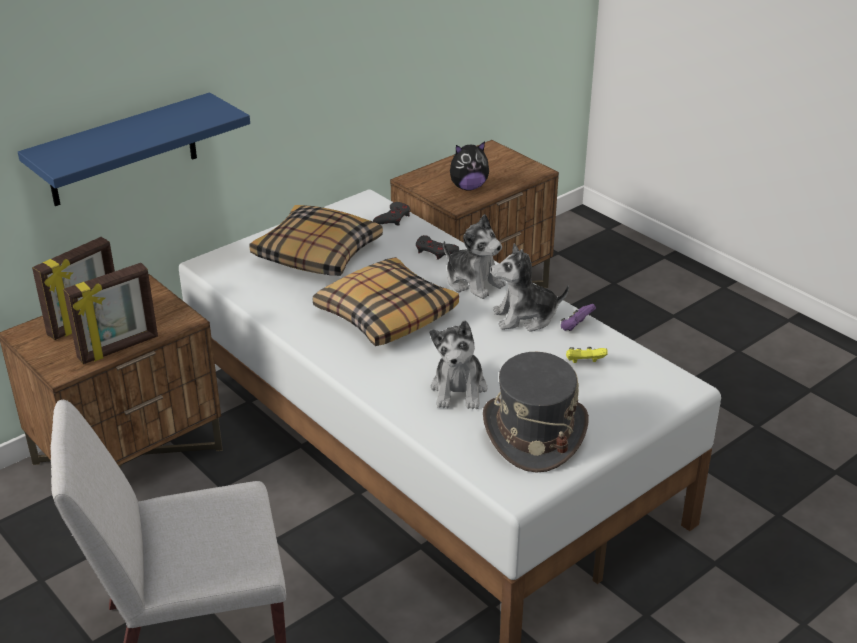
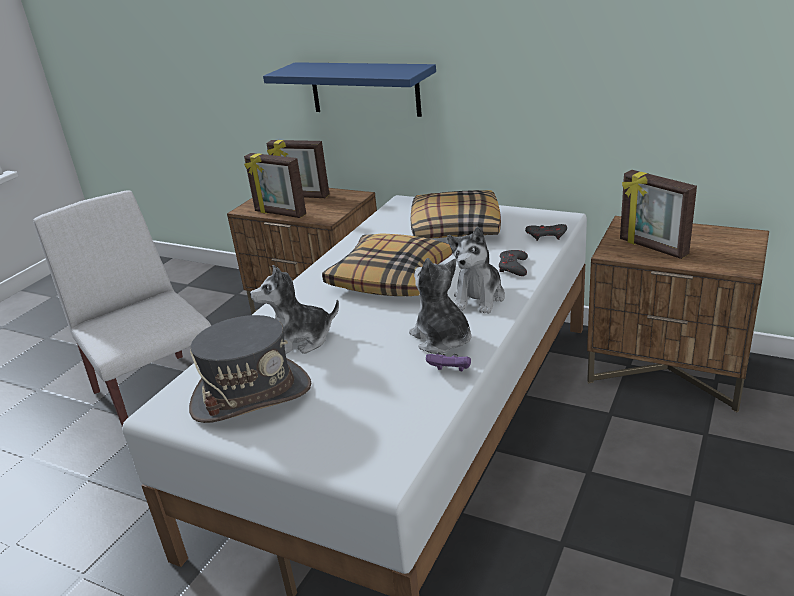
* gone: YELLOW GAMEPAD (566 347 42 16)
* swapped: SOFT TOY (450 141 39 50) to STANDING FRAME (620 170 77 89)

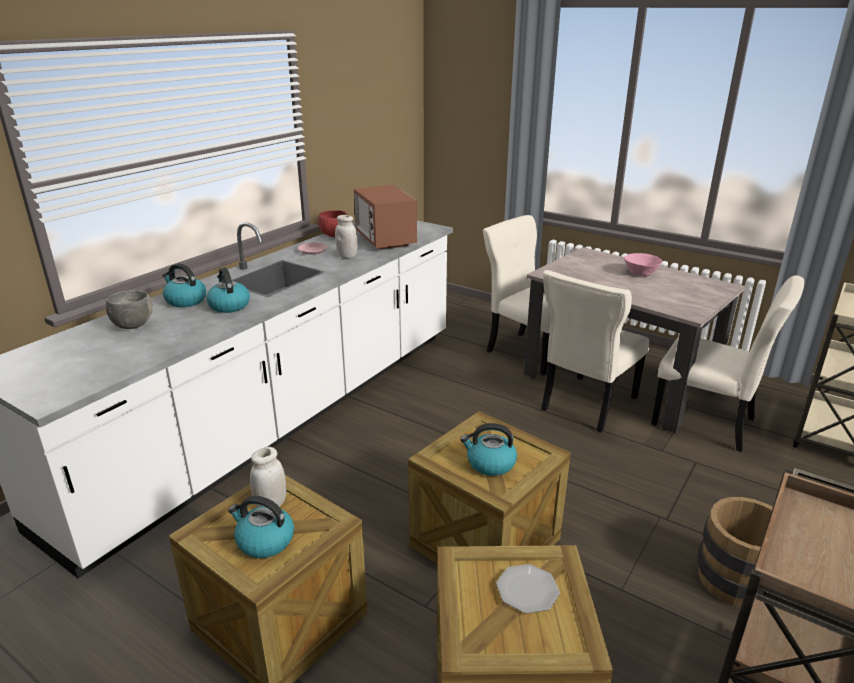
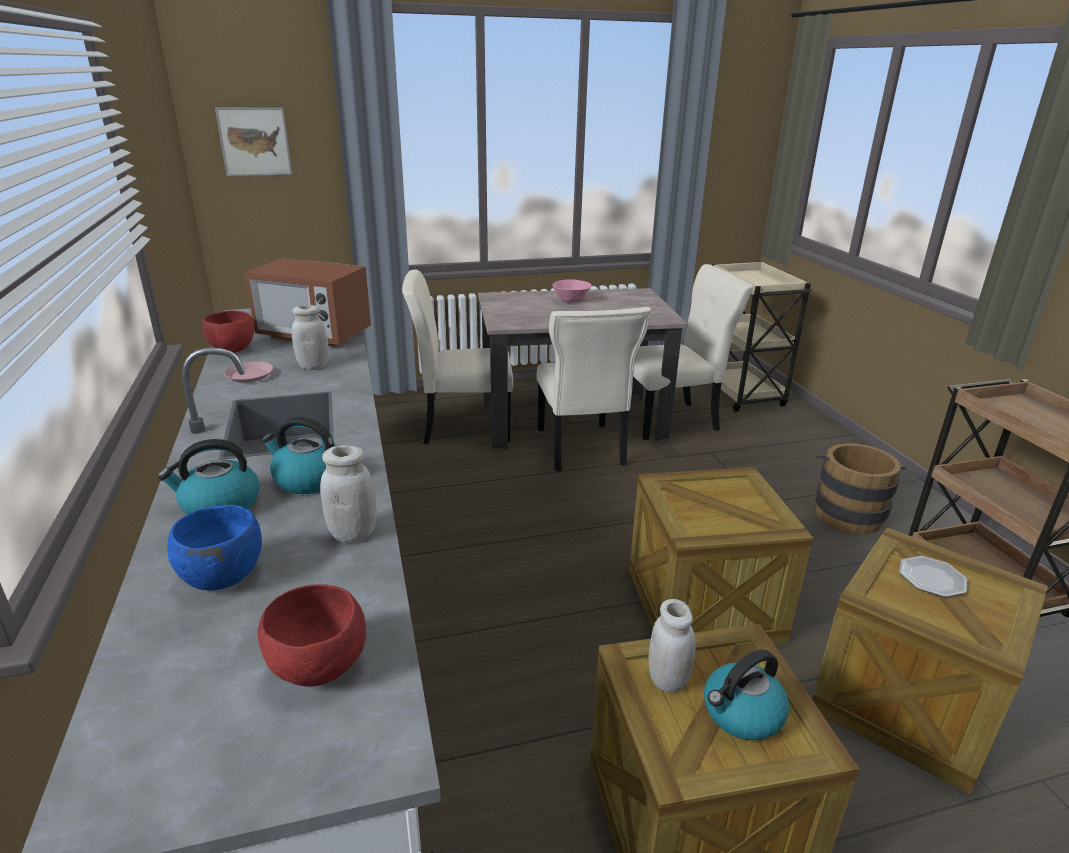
* gone: TEA KETTLE (460 423 57 53)
* new: PICTURE (215 108 77 68)
* new: REDDISH SERVING BOWL (258 584 108 103)
* new: WHITISH JAR (320 445 57 98)
* repainted: GREY SERVING BOWL (106 290 47 39) to BLUISH SERVING BOWL (167 505 95 85)

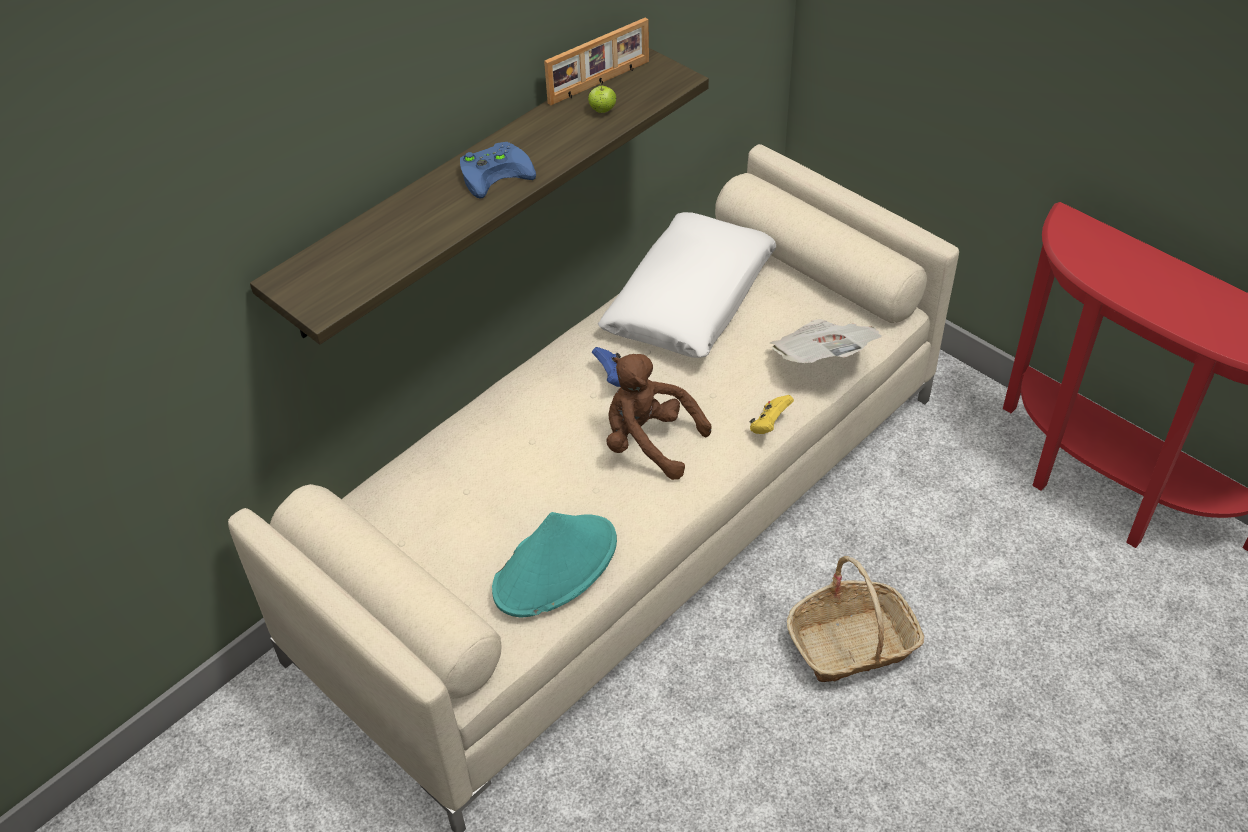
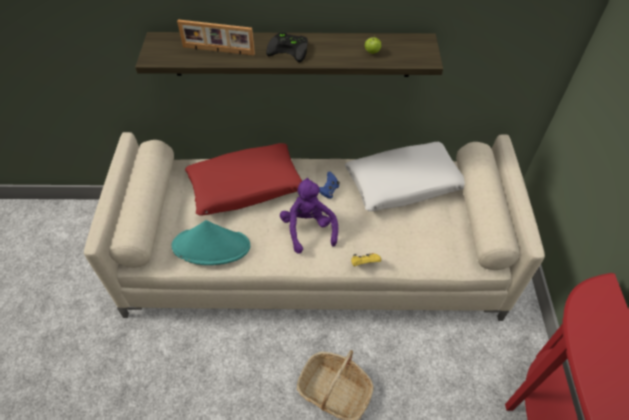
* gone: NEWSPAPER (770 319 112 44)
* new: REDDISH PILLOW (185 143 117 73)
* shifted: STANDING FRAME (544 17 105 89) to (177 20 78 36)
* repainted: BLUISH GAMEPAD (460 142 76 57) to BLACK-COLOURED GAMEPAD (266 32 42 30)
* repainted: BROWN-COLOURED SOFT TOY (606 354 106 126) to PURPLISH SOFT TOY (280 178 58 76)

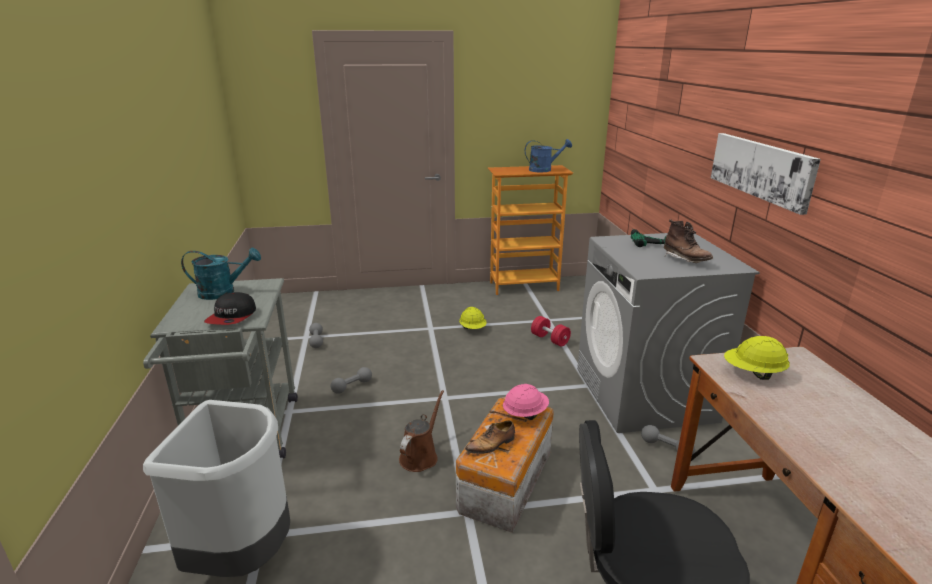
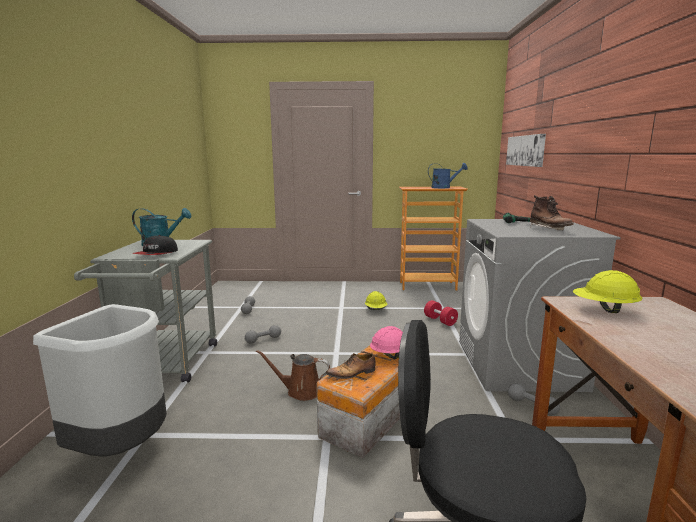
* shifted: PICTURE (711 133 110 82) to (506 134 40 33)
* rotated: BROWN-COLOURED SPRINKLING CAN (399 390 45 82) = (255 350 75 51) 120 degrees counterclockwise

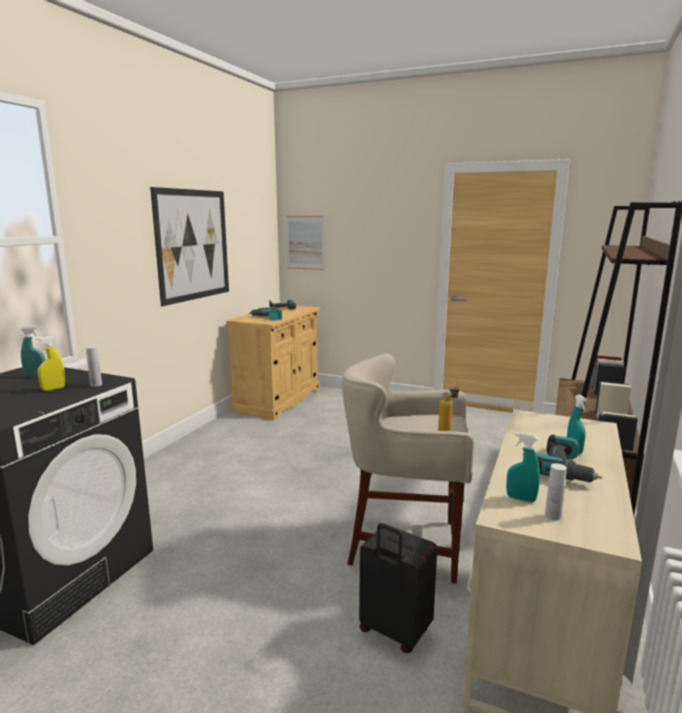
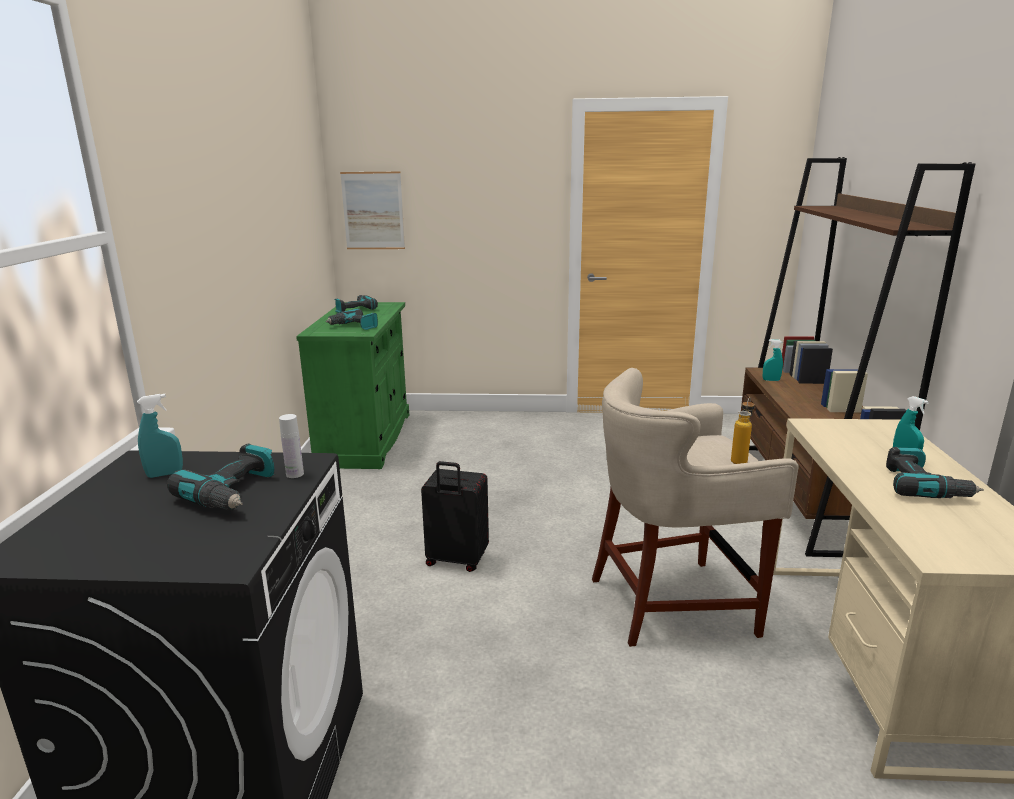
* gone: PICTURE (150 187 79 119)
* gone: WHITISH DRINK BOTTLE (545 463 22 57)
* shifted: BLACK-COLOURED TRAVEL CASE (359 523 78 130) to (421 461 68 111)
* shifted: TURQUOISE-COLOURED SPRAY BOTTLE (506 432 34 70) to (762 339 21 42)
* swapped: YELLOW SPRAY BOTTLE (36 336 30 55) to ELECTRIC DRILL (167 443 108 68)
* repainted: BEIGE STORAGE CABINET (226 306 95 114) to GREEN-COLOURED STORAGE CABINET (296 302 113 167)

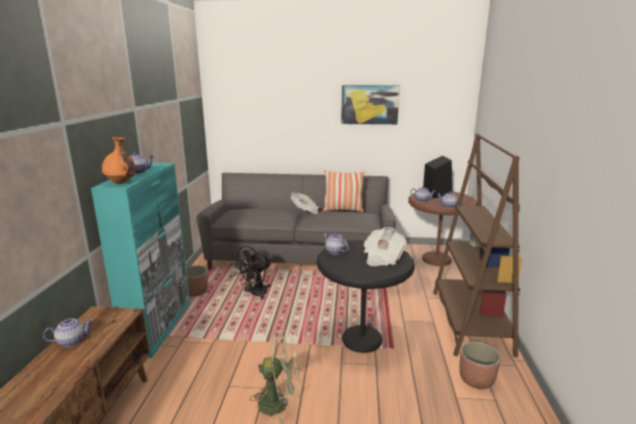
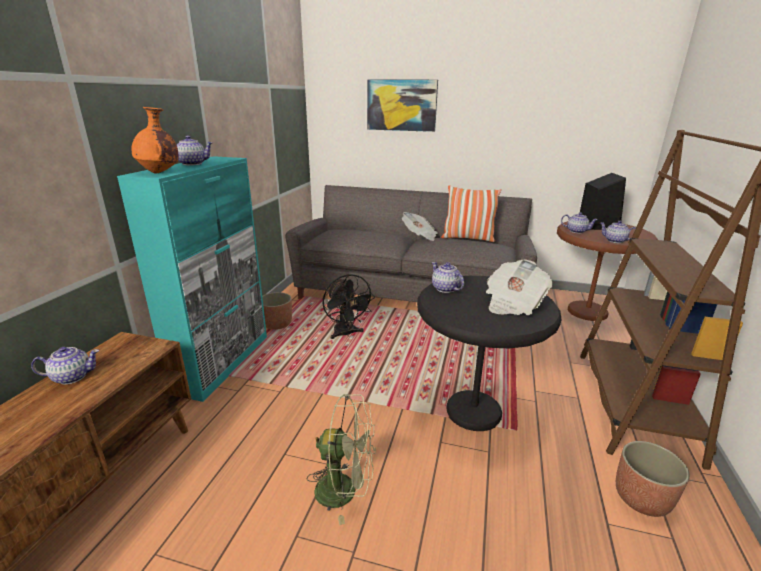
* shifted: PICTURE (341 85 59 40) to (367 79 71 53)
* rotated: BLACK-COLOURED COOLING FAN (232 246 41 54) = (323 274 52 65) 75 degrees counterclockwise

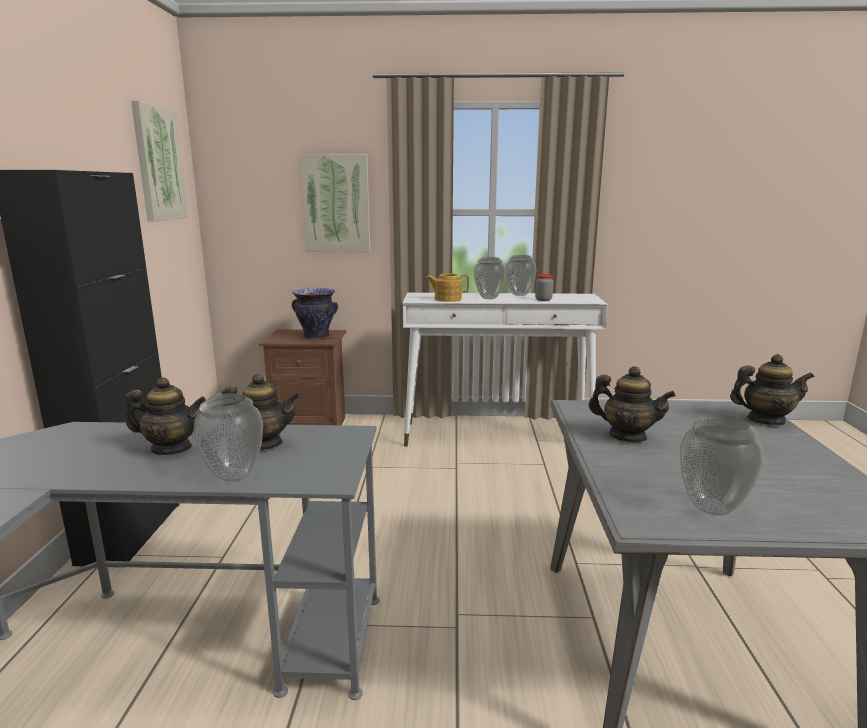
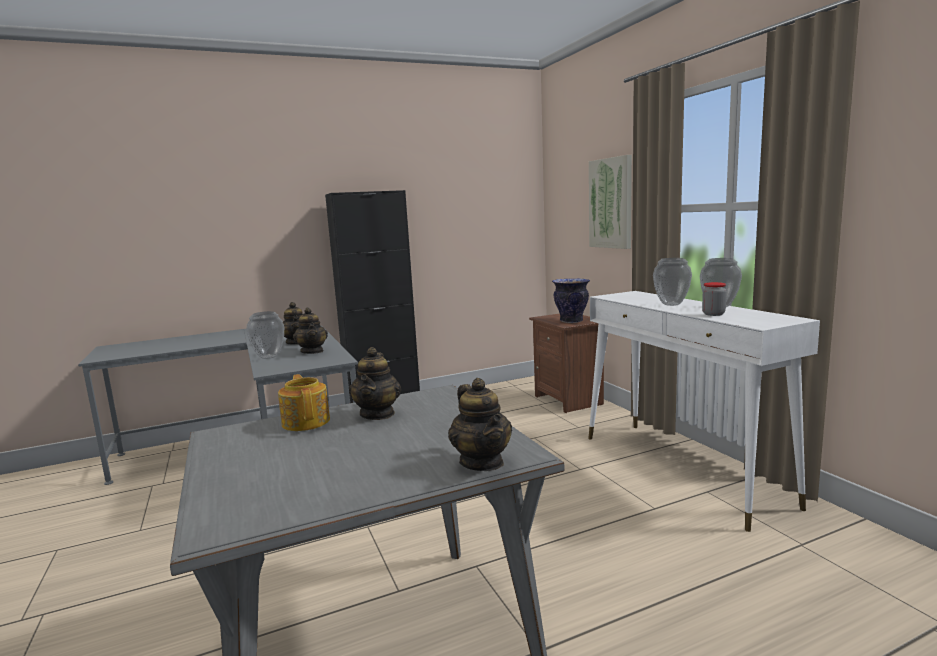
* gone: PICTURE (131 101 57 121)
* gone: VASE (680 414 84 101)
* shifted: TEA POT (426 274 43 28) to (278 374 52 57)

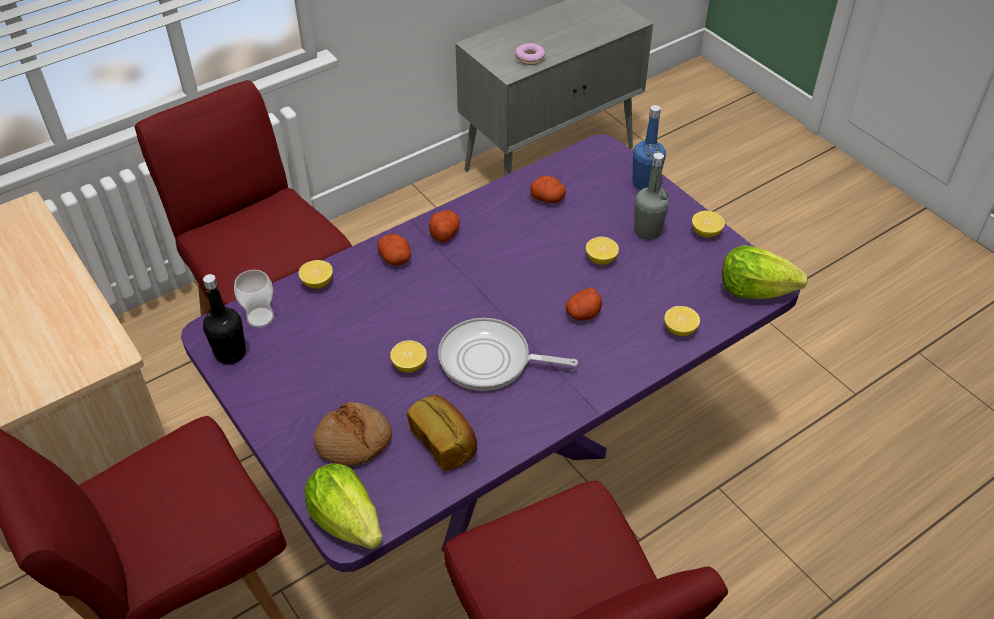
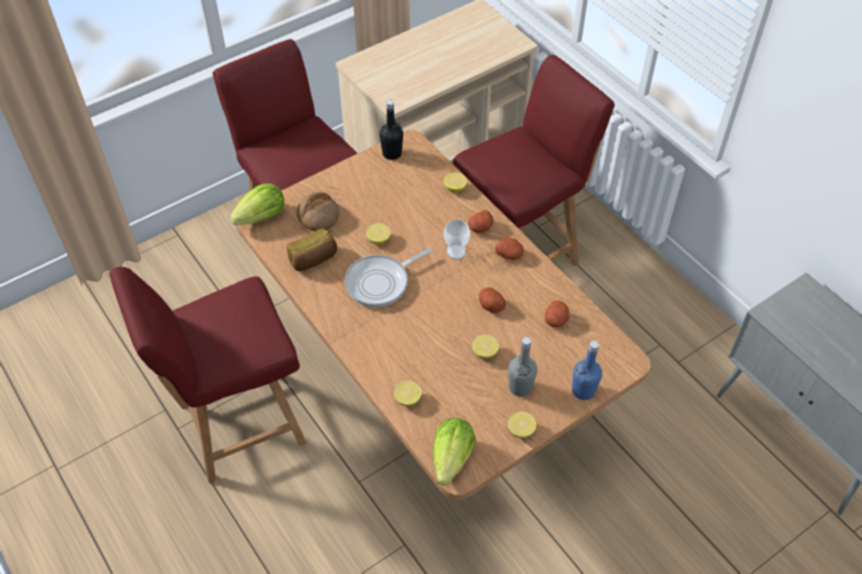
* gone: RING DOUGHNUT (515 43 30 22)
* shifted: DRINKING CUP (234 270 40 57) to (444 220 26 40)
* shifted: SPUD (565 288 37 33) to (479 288 27 25)
* repainted: PURPLISH DINING TABLE (181 134 619 438) to BROWN-COLOURED DINING TABLE (236 130 415 370)
* rotated: PAN (438 318 140 73) = (345 248 87 59) 135 degrees counterclockwise

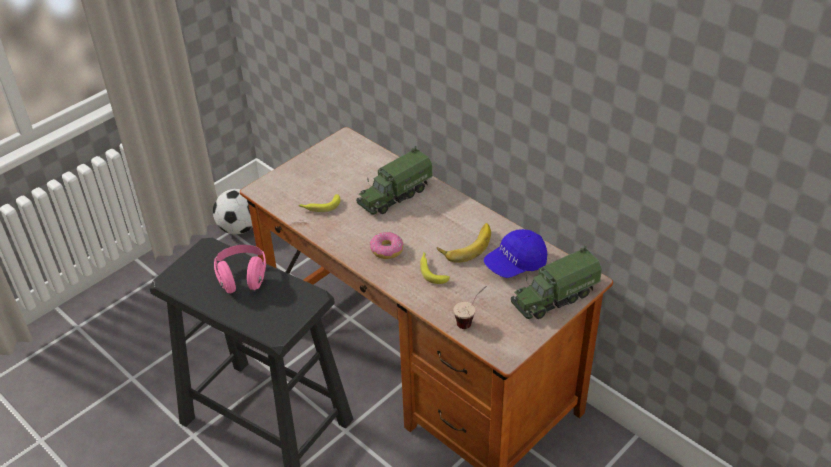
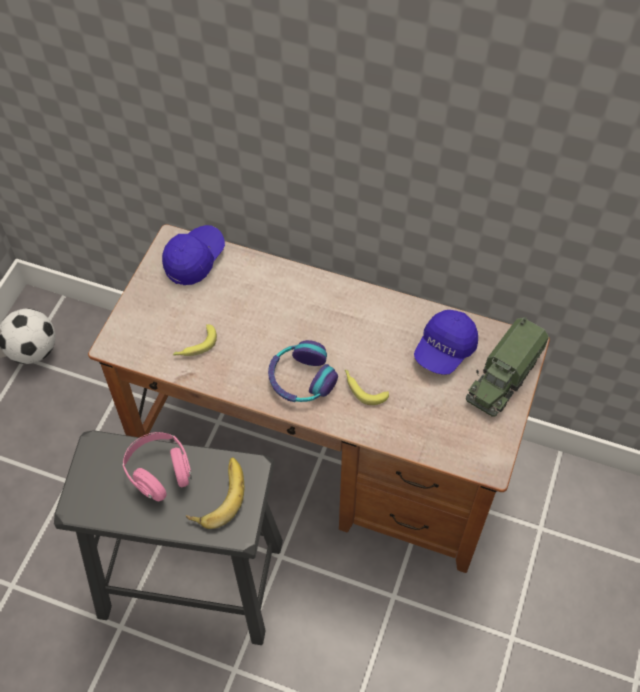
* gone: TOY TRUCK (356 146 77 69)
* gone: DRINKING CUP (453 286 34 43)
* new: BLUISH PEAKED CAP (162 225 63 60)
* shifted: BANANA FRUIT (437 223 54 40) to (186 457 58 72)
* swapped: RING DOUGHNUT (370 232 33 27) to HEADPHONES (268 340 70 62)

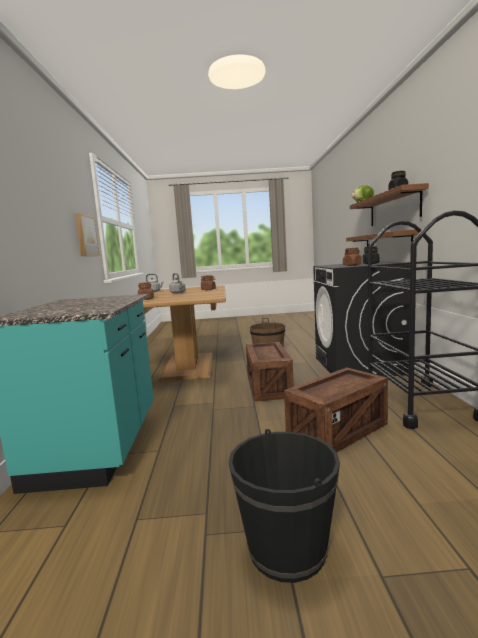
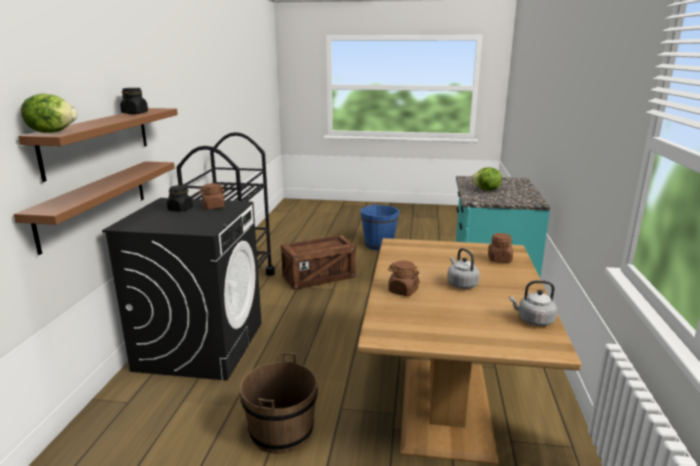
* gone: PICTURE (75 213 25 43)
* gone: PACKING CRATE (246 342 48 60)
* new: HEAD OF LETTUCE (471 167 31 24)
* repainted: BLACK-COLOURED BUCKET (228 429 112 154) to BLUISH BUCKET (361 204 38 47)

